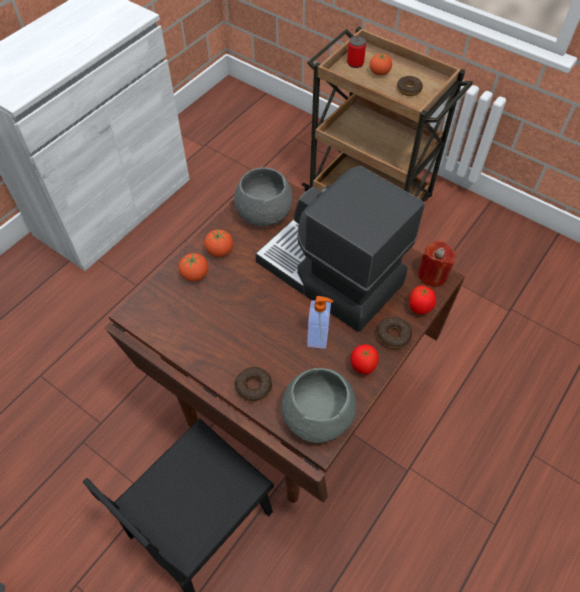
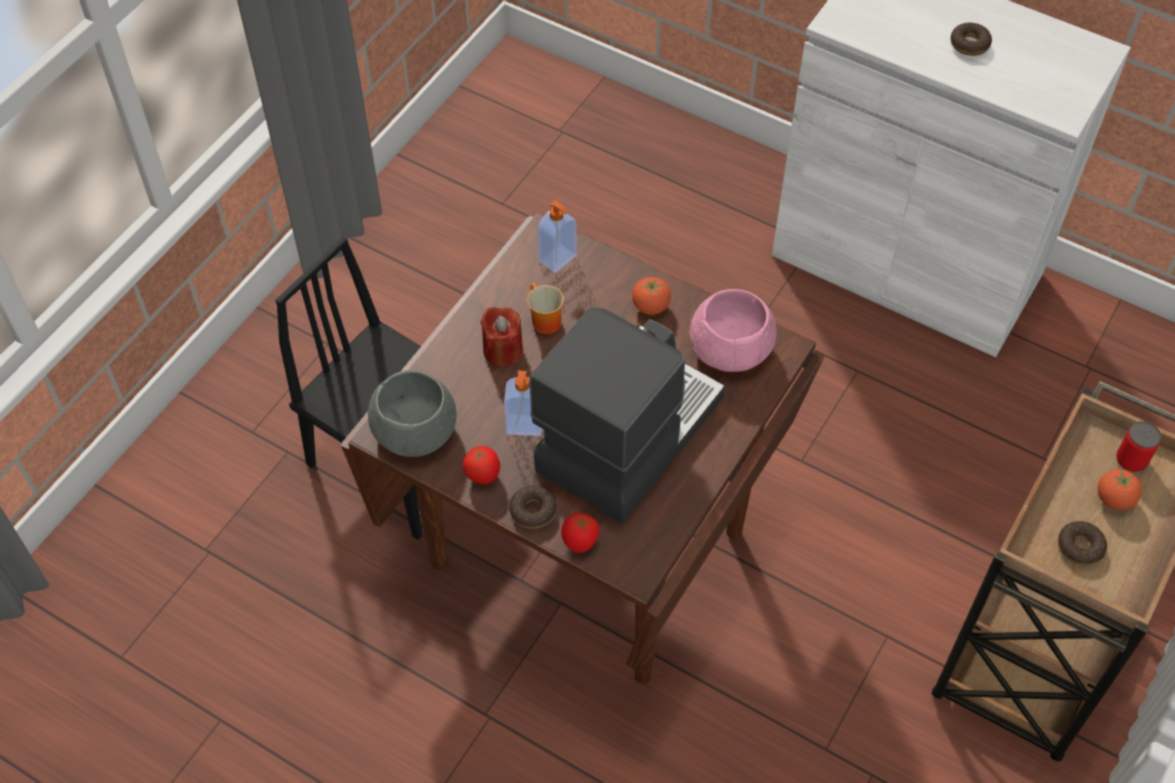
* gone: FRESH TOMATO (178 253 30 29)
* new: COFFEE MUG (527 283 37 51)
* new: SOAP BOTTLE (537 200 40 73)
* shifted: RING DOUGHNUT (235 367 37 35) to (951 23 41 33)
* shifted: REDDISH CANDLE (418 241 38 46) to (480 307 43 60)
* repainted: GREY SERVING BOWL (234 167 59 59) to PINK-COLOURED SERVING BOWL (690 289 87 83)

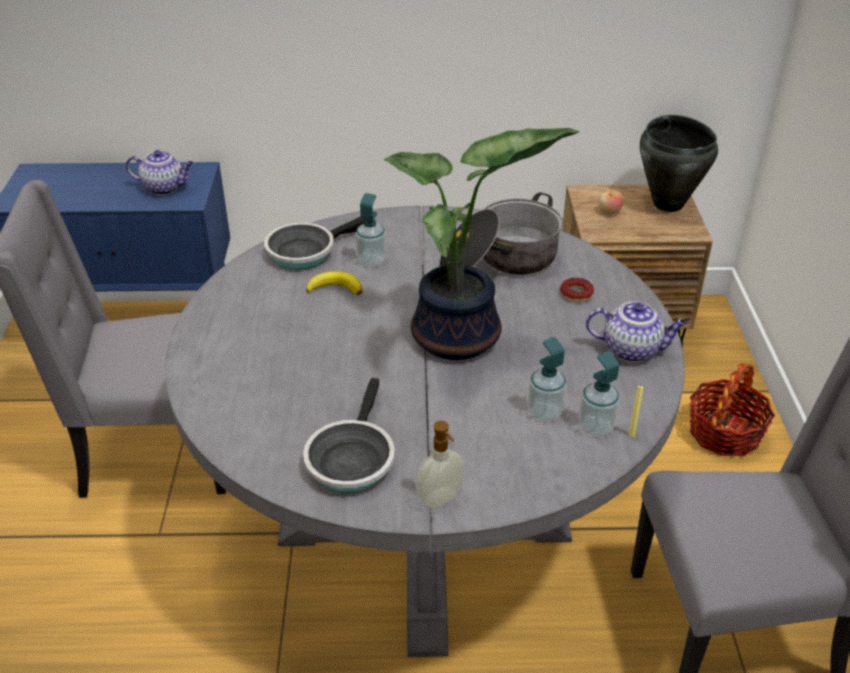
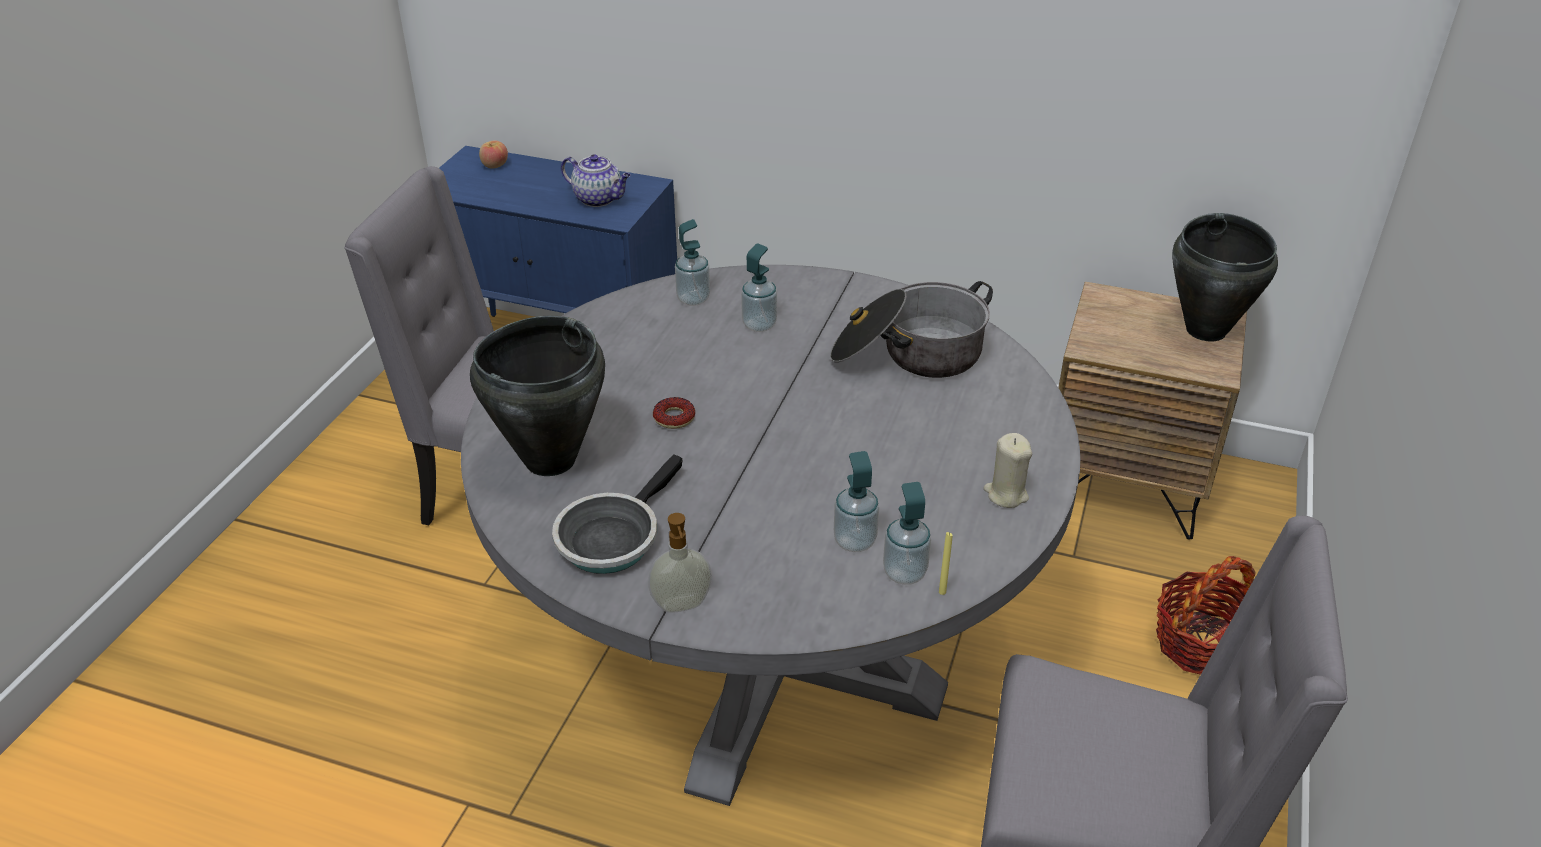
* gone: BANANA FRUIT (306 271 56 24)
* gone: HOUSEPLANT (384 128 195 232)
* new: BLACK-COLOURED SAUCEPOT (470 315 135 161)
* shifted: RING DOUGHNUT (560 278 34 24) to (653 397 42 32)
* shifted: APPLE (599 190 25 25) to (479 140 29 29)
* swapped: PAN (264 216 103 53) to SOAP BOTTLE (675 219 35 87)
* swapped: TEA POT (586 301 101 61) to BEIGE CANDLE (984 433 48 75)

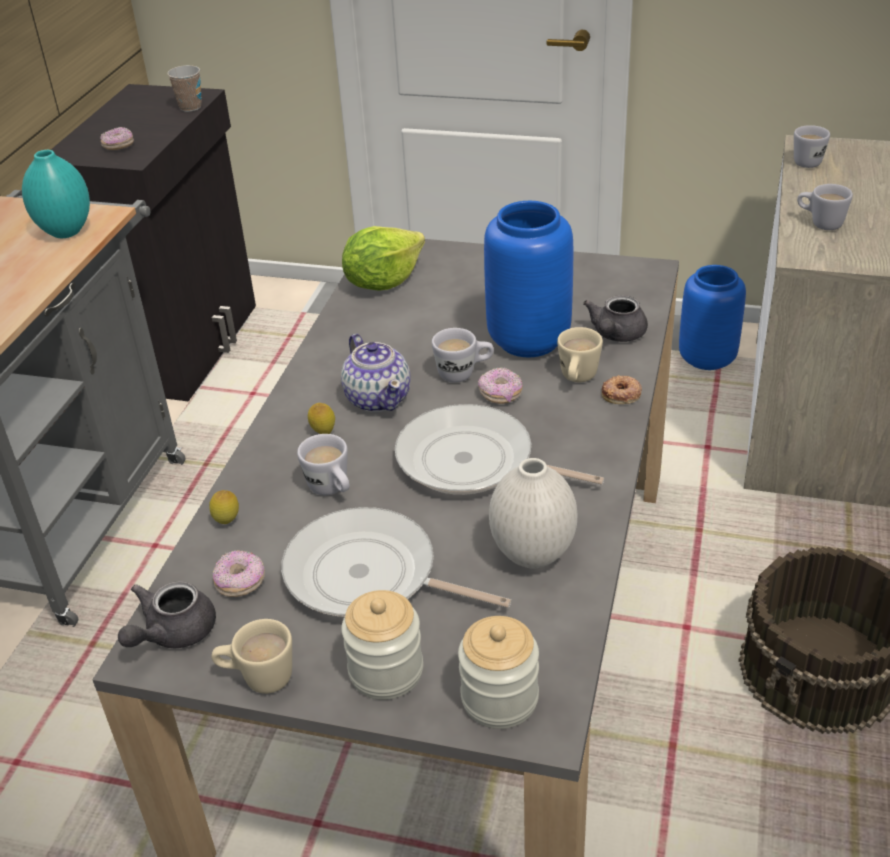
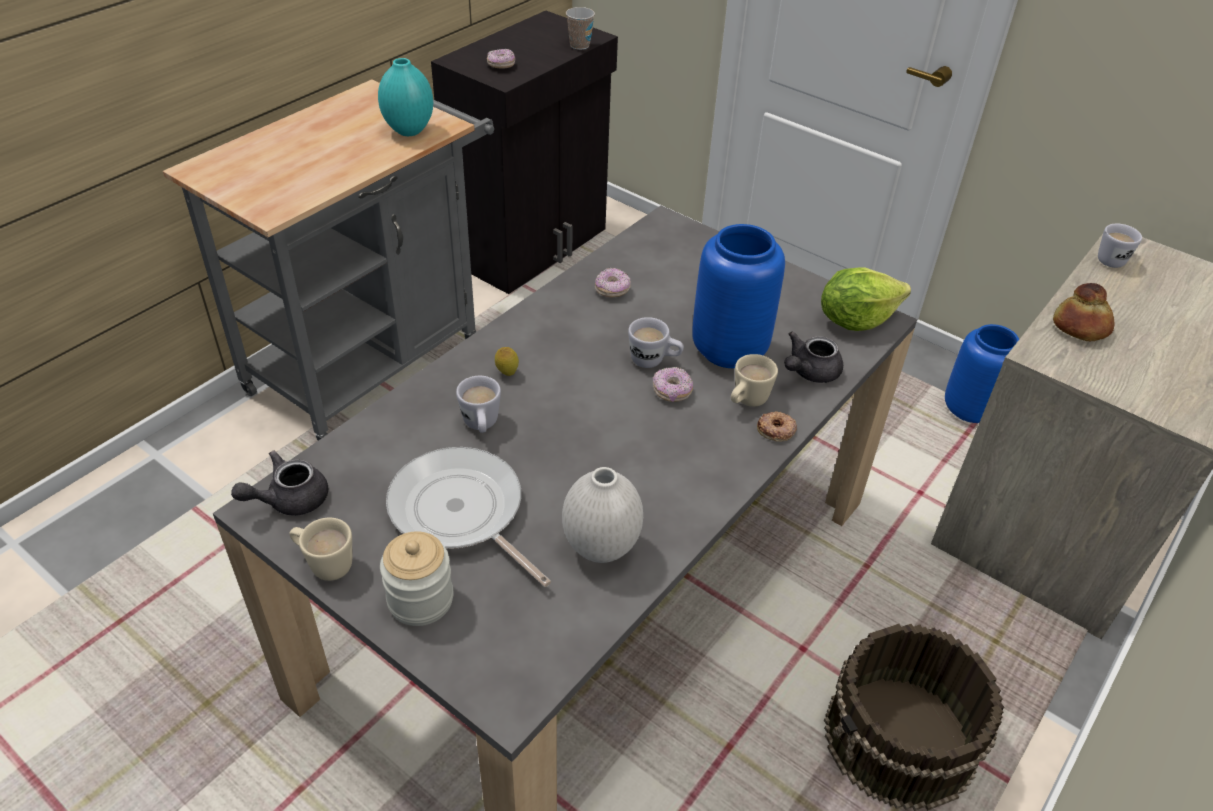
* gone: LEMON (209 490 30 34)
* gone: TEA POT (341 334 70 78)
* gone: PAN (395 404 209 91)
* gone: JAR (458 616 81 113)
* shifted: RING DOUGHNUT (213 550 52 47) to (595 268 36 29)
* shifted: HEAD OF LETTUCE (342 226 83 65) to (821 268 90 63)
* swapped: WHITISH COFFEE MUG (797 184 56 46) to BAKED BREAD (1053 283 61 58)

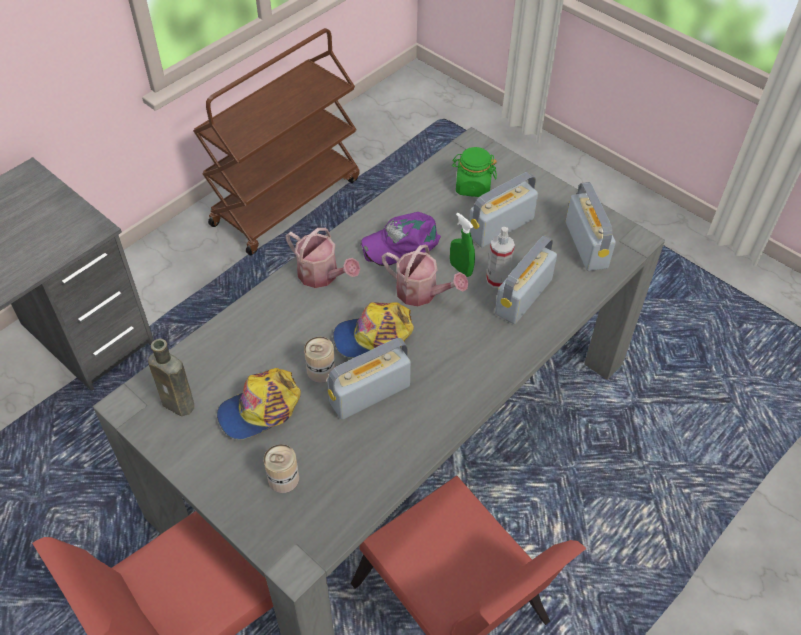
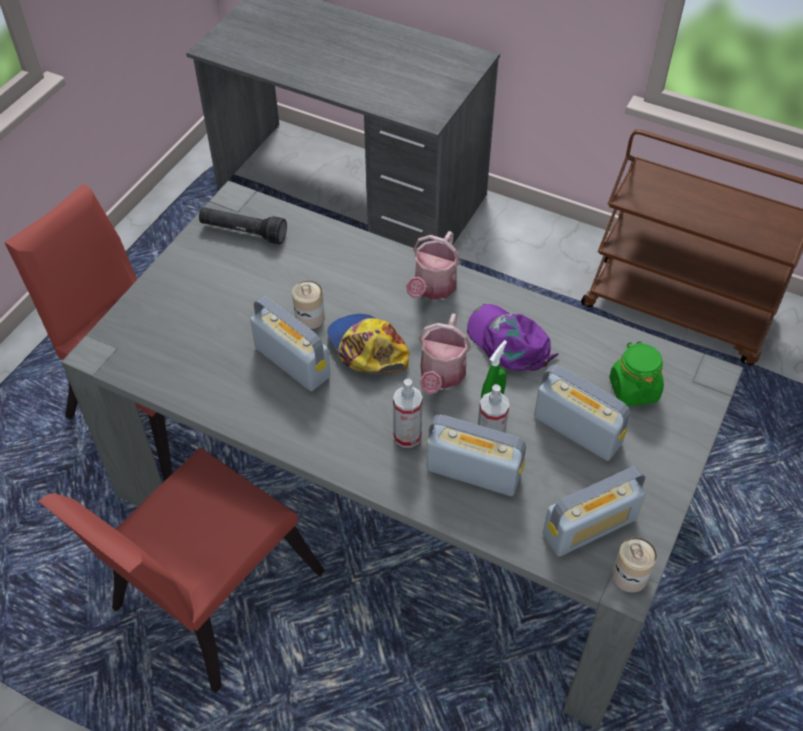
* gone: PEAKED CAP (217 368 84 71)
* new: SPRAY BOTTLE (393 379 30 69)
* shifted: SEALED CAN (264 444 35 49) to (612 537 45 56)
* swapped: BROWN-COLOURED DRINK BOTTLE (148 339 46 77) to BLACK-COLOURED HAND TORCH (199 207 88 38)

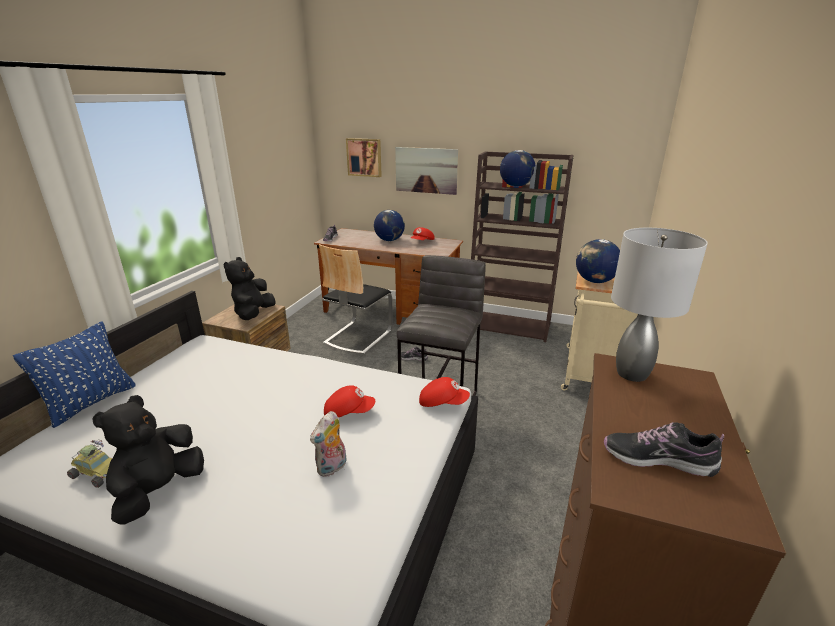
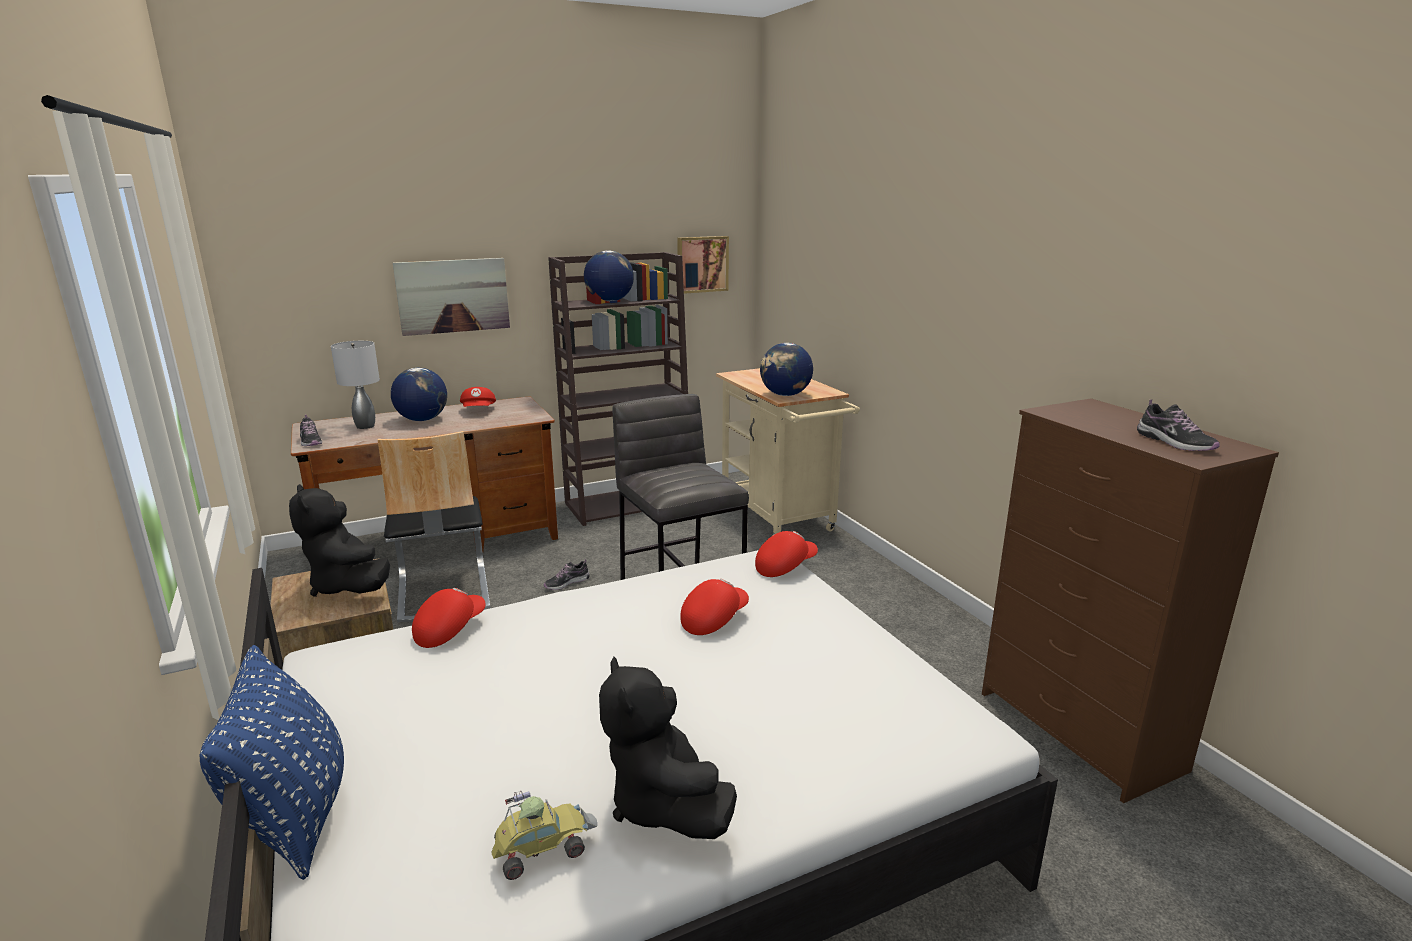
* gone: SOFT TOY (310 411 37 66)
* new: REDDISH PEAKED CAP (412 588 74 60)
* shifted: PICTURE (346 138 36 39) to (677 236 52 58)
* shifted: GREY TABLE LAMP (611 228 97 154) to (331 341 49 88)
* rotated: SHOE (604 422 120 55) = (1137 399 83 52) 90 degrees counterclockwise

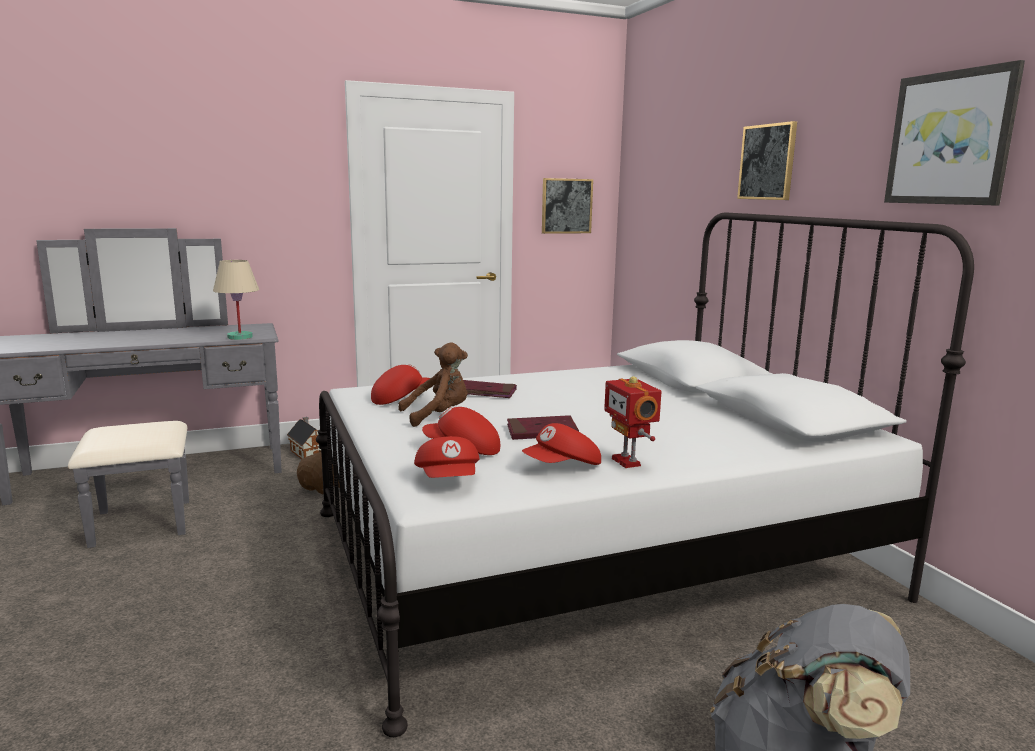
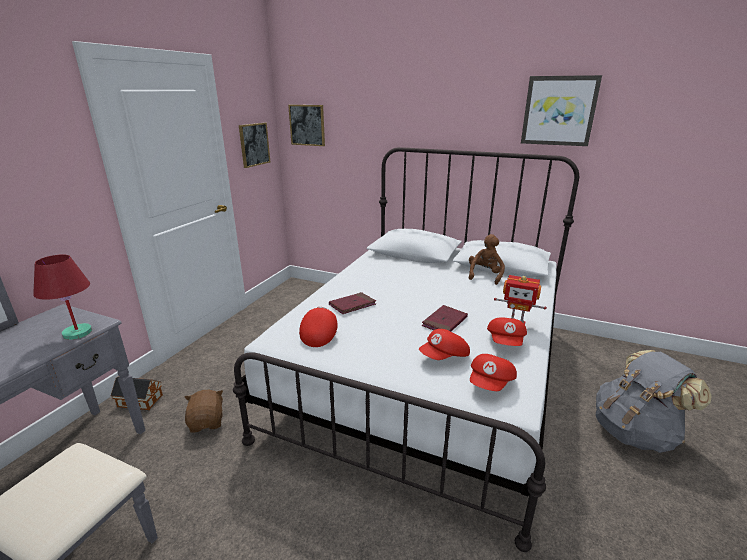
* shifted: BROWN-COLOURED SOFT TOY (398 343 70 84) to (469 234 36 51)
* shifted: PICTURE (737 121 60 79) to (288 105 37 41)
* repainted: BEIGE TABLE LAMP (213 260 46 80) to REDDISH TABLE LAMP (33 255 59 85)
* rotated: REDDISH PEAKED CAP (414 436 66 42) = (470 354 47 37) 90 degrees clockwise

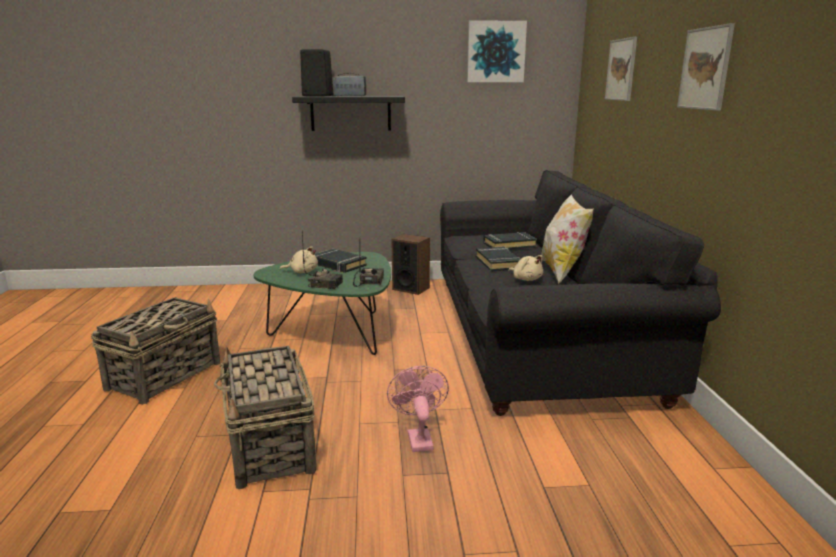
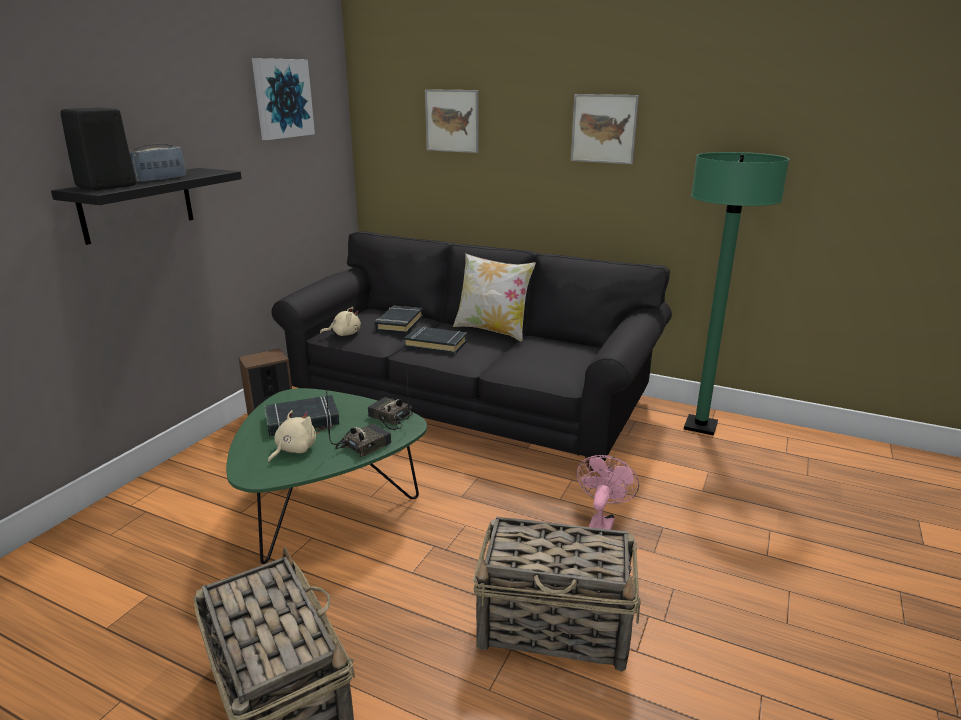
* new: GREEN-COLOURED FLOOR LAMP (684 152 106 284)
* shifted: BEIGE SOFT TOY (508 255 35 26) to (320 307 41 29)
* rotated: PINK-COLOURED COOLING FAN (387 366 62 86) = (576 455 63 75) 90 degrees clockwise

